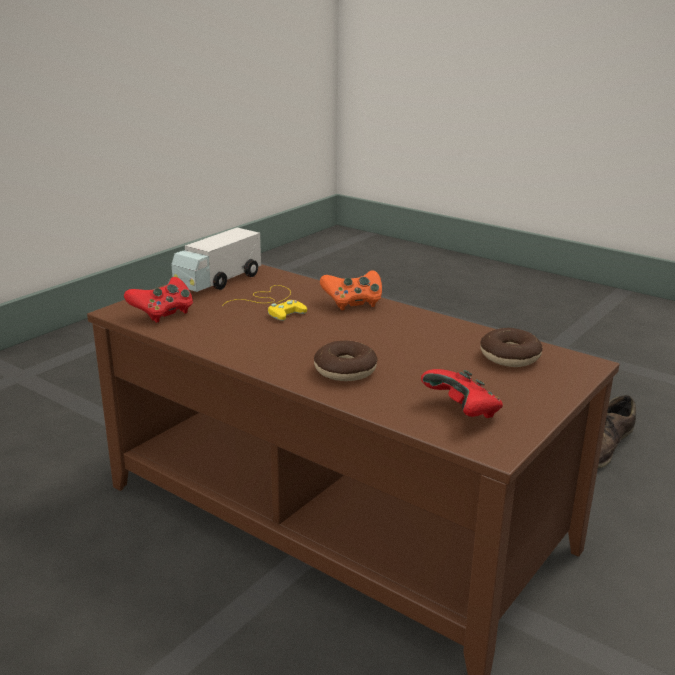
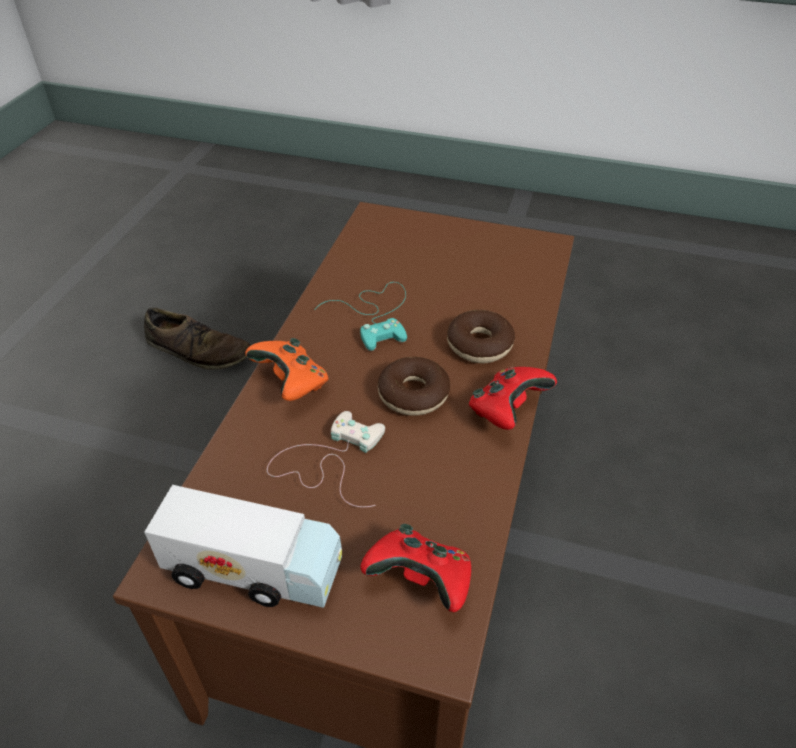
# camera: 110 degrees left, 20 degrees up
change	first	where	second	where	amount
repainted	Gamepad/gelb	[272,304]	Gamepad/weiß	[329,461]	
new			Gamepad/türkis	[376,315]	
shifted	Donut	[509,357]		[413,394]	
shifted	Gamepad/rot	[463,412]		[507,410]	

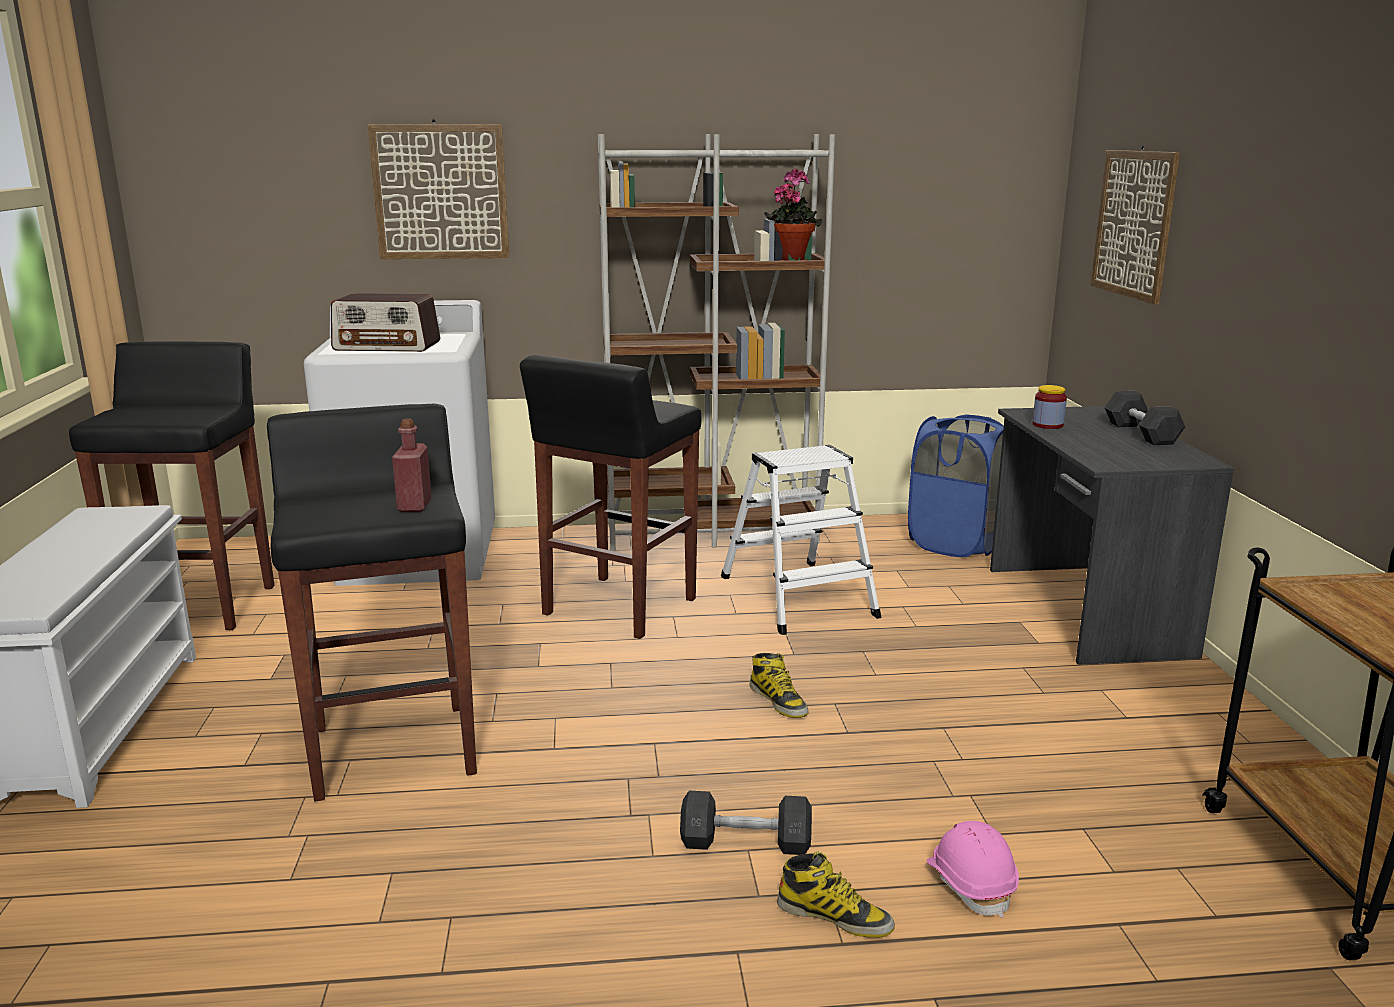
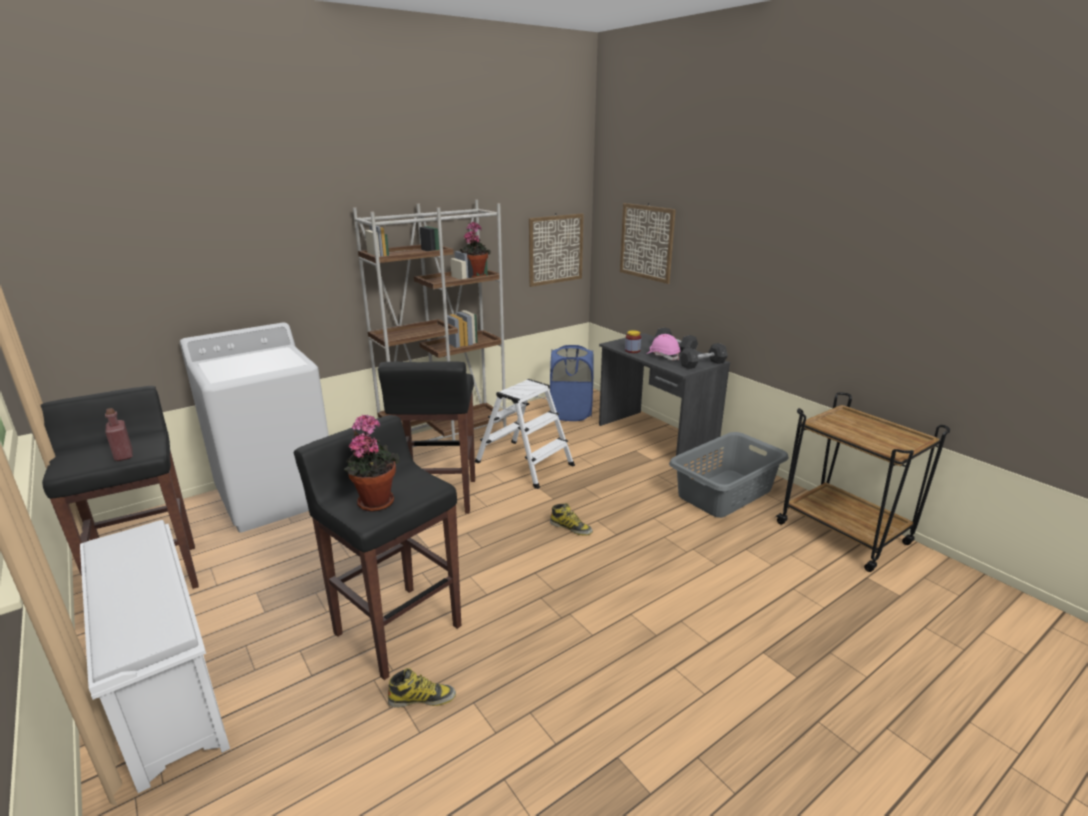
# camera: 30 degrees left, 5 degrees up
change	first	where	second	where	amount
shifted	Flasche/rot	[414,506]		[124,455]	
new			Topfpflanze	[375,501]	
shifted	Stiefel	[835,916]		[422,698]	
shifted	Bild	[440,189]		[555,248]	
shifted	Schutzhelm/rosa	[970,884]		[662,356]	
new			Wäschekorb/grau	[725,493]	
shifted	Hantel/grau	[745,843]		[702,364]	
gone	Radio	[387,346]			

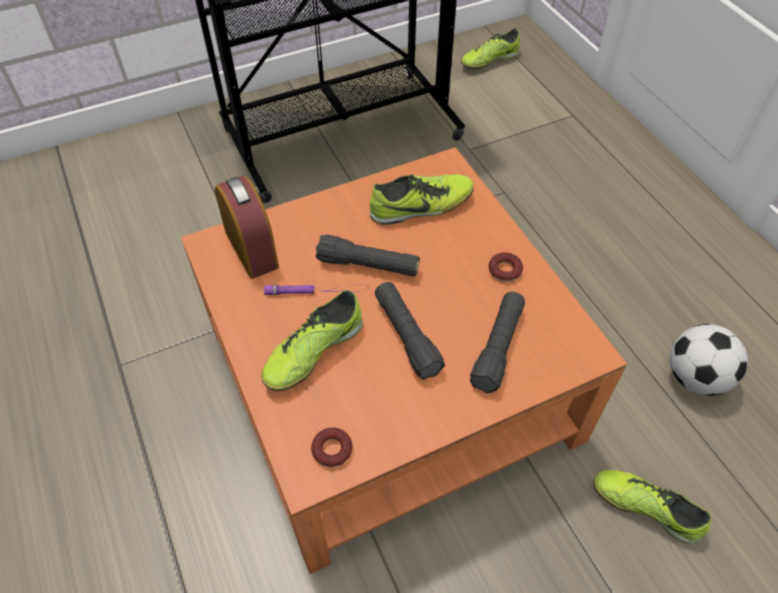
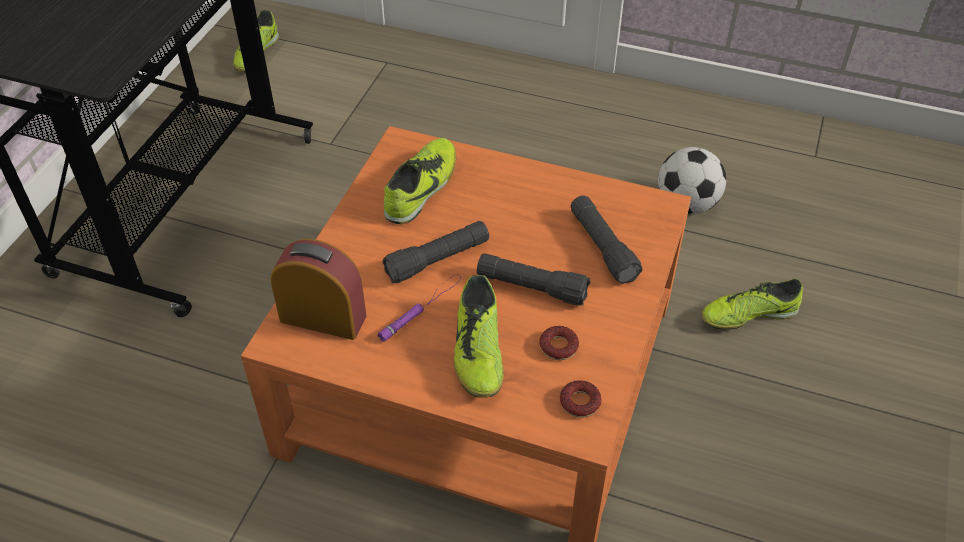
# camera: 45 degrees left, 5 degrees down
change	first	where	second	where	amount
shifted	Donut	[504,270]		[558,346]	

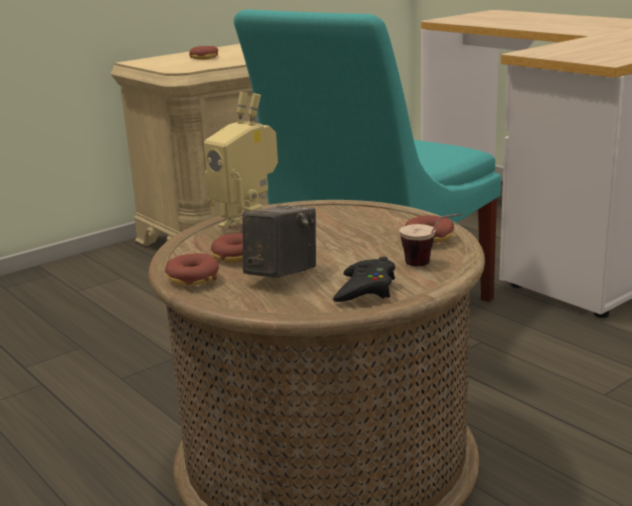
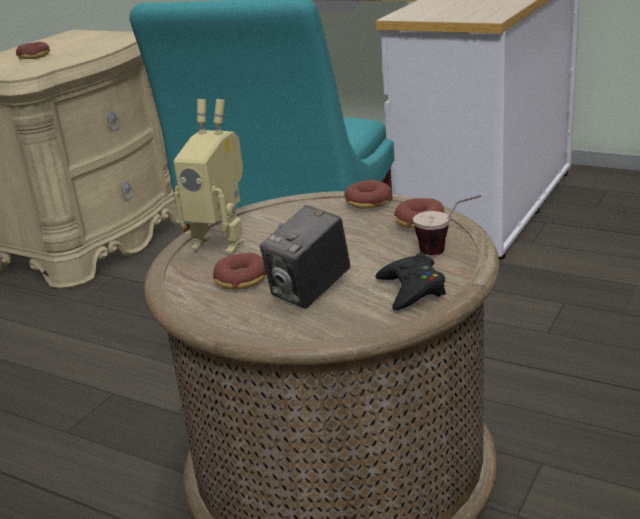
# camera: 20 degrees left, 5 degrees up
change	first	where	second	where	amount
rotated	Kamera	[281,275]		[310,292]	150 degrees counterclockwise
shifted	Donut	[193,278]		[368,202]	

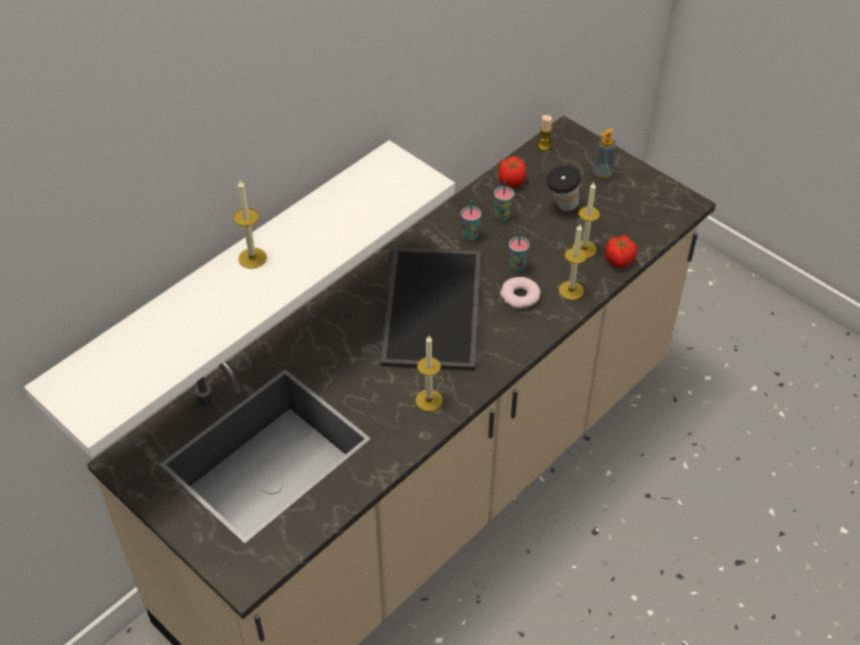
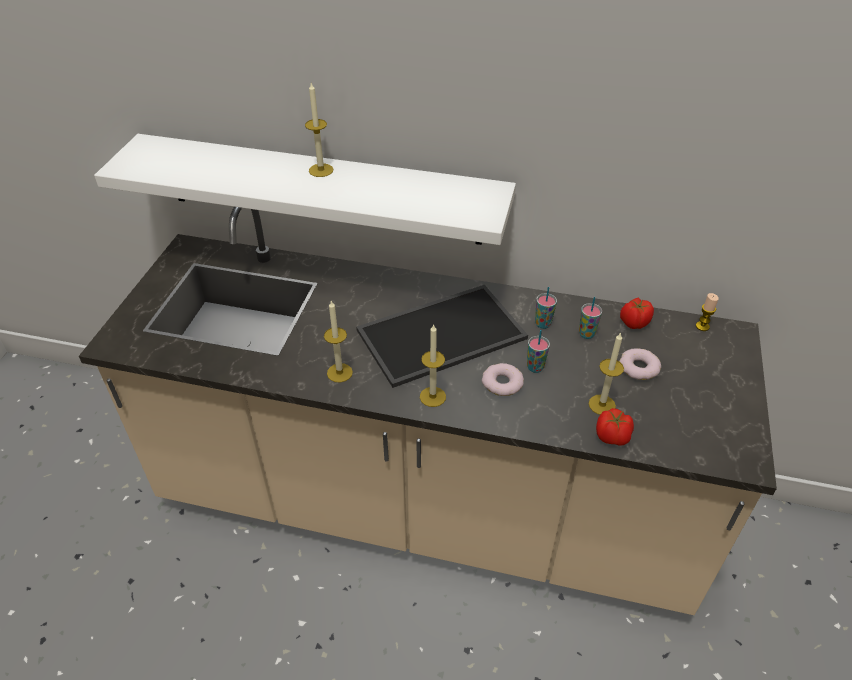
# camera: 60 degrees right, 5 degrees down
change	first	where	second	where	amount
shifted	Kerze	[571,290]		[432,396]	
swapped	Tasse	[561,207]	Donut	[639,367]	
gone	Seifenspender	[602,173]			

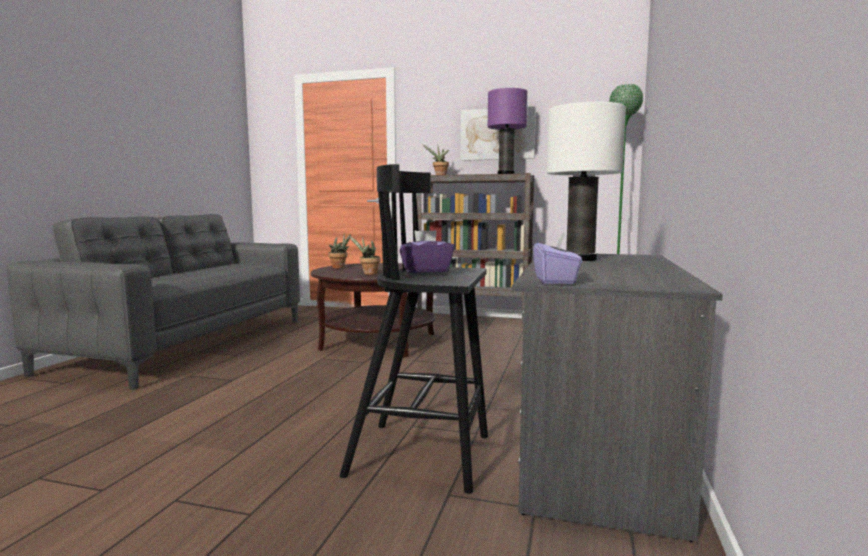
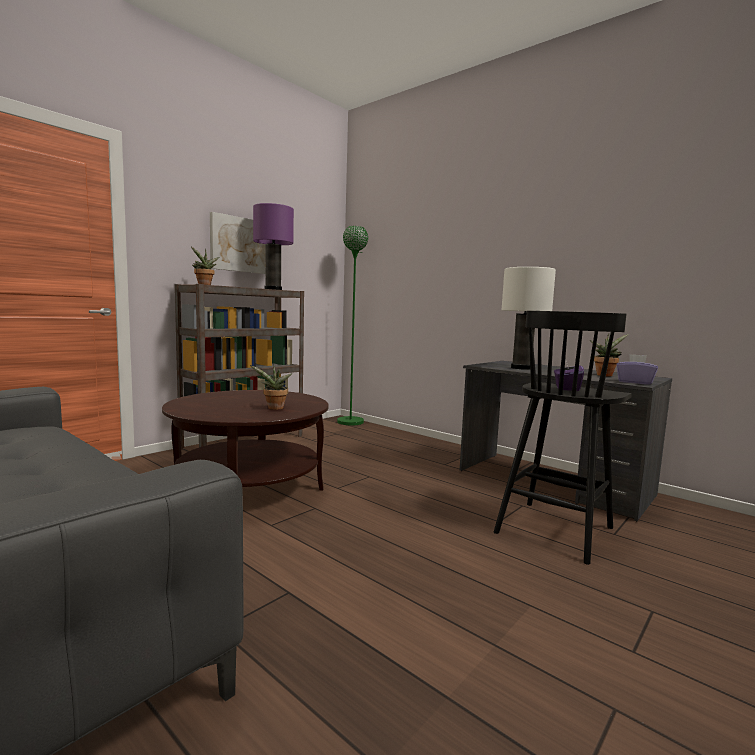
# camera: 65 degrees left, 0 degrees up
change	first	where	second	where	amount
shifted	Topfpflanze	[340,267]		[605,375]	

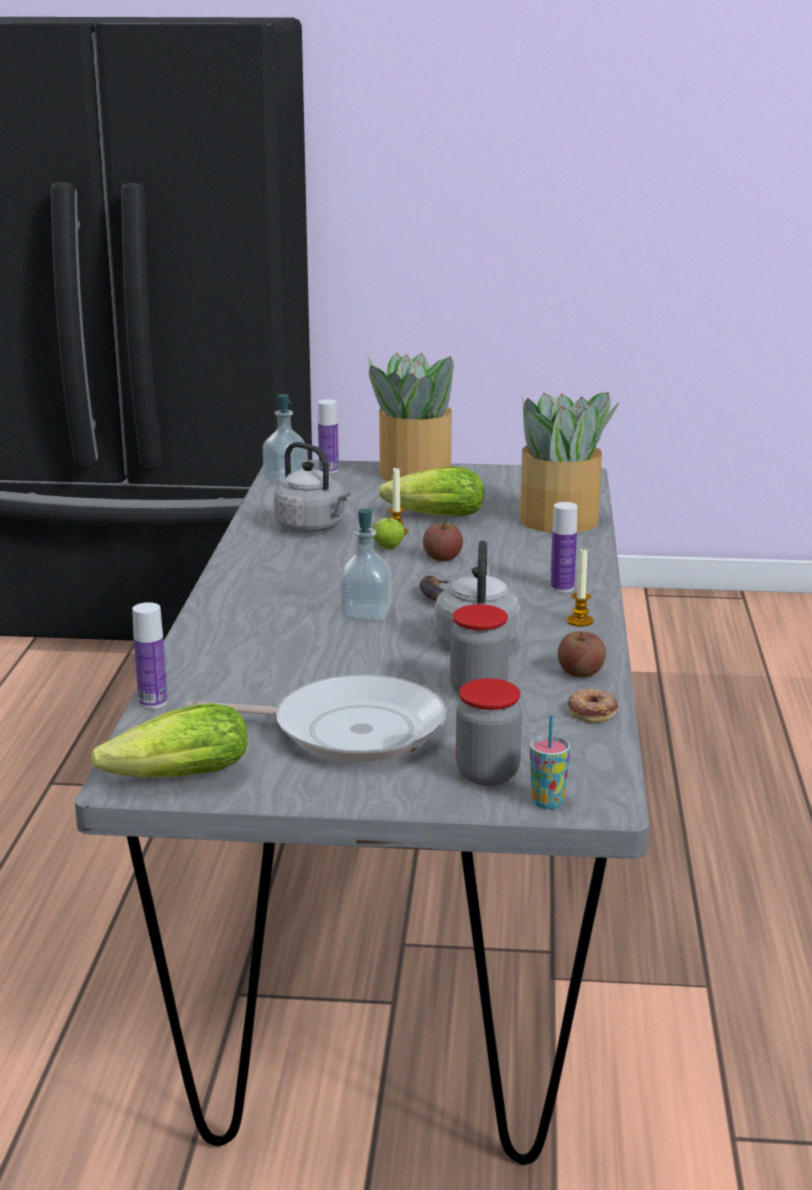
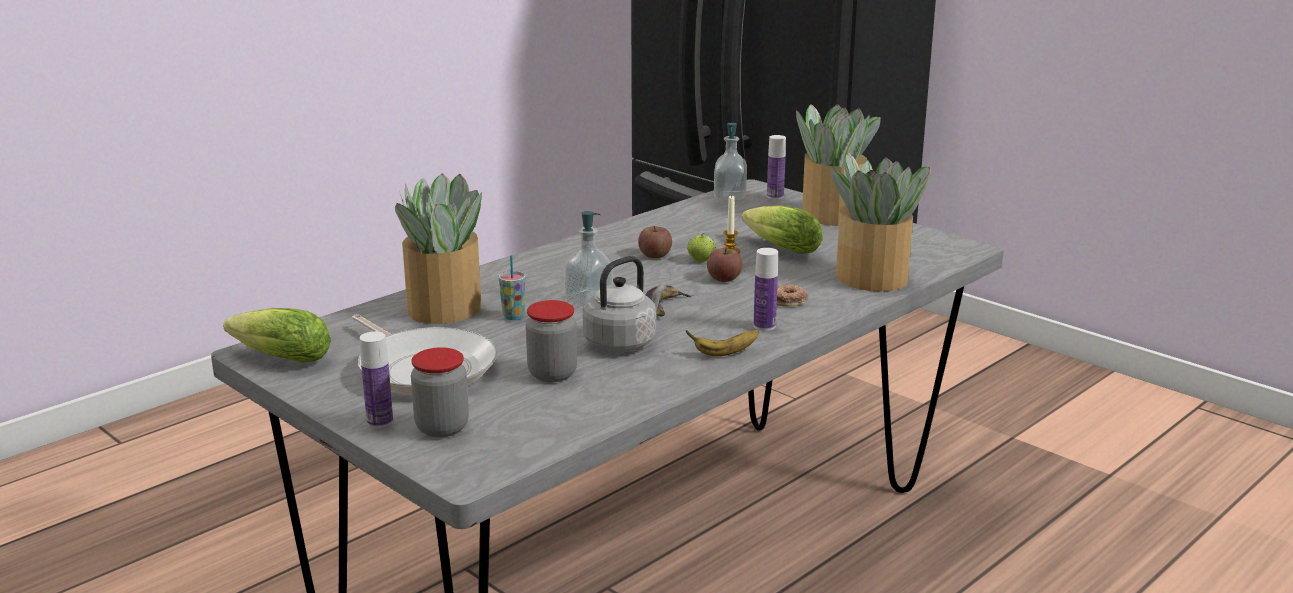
# camera: 40 degrees right, 0 degrees up
change	first	where	second	where	amount
shifted	Flasche	[153,702]		[380,422]	
new			Topfpflanze	[442,309]	
shifted	Tasse	[547,802]		[513,316]	
shifted	Apfel	[580,672]		[655,255]	
swapped	Kerze	[580,621]	Banane	[724,353]	
shifted	Donut	[592,711]		[789,300]	
gone	Wasserkessel/grau	[313,527]			

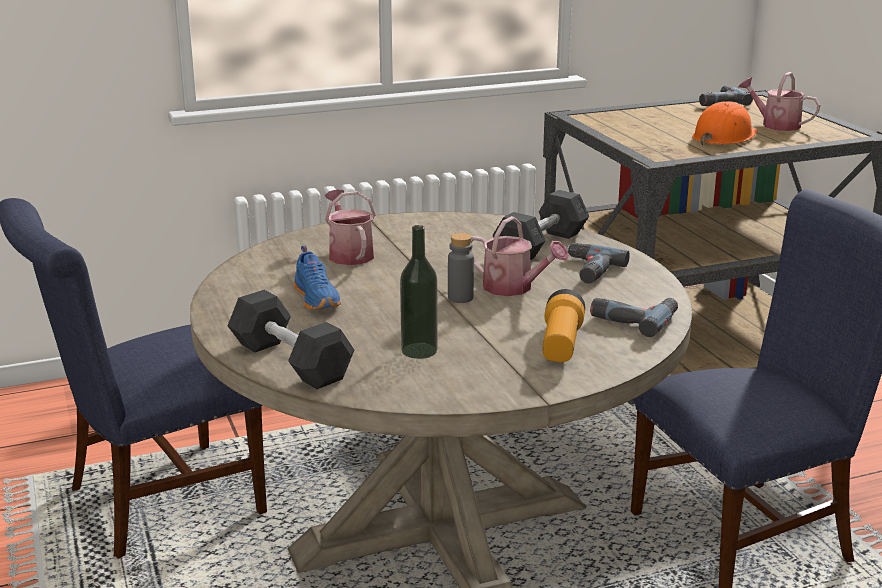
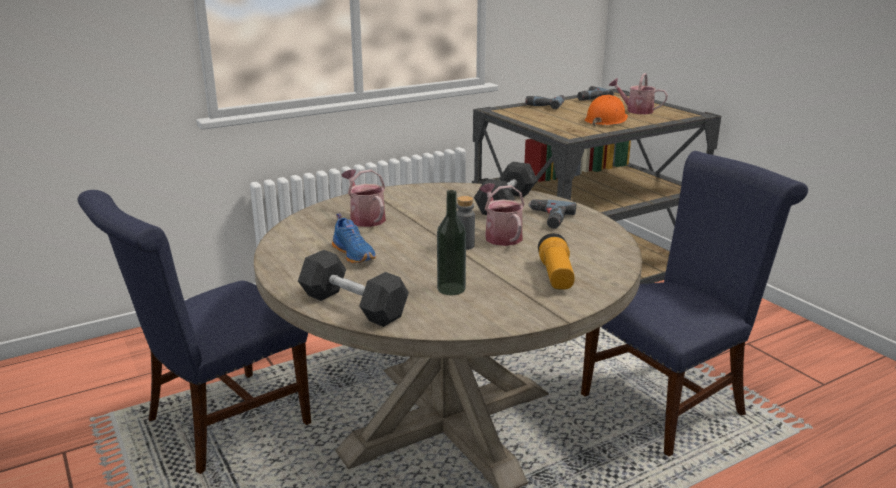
# camera: 10 degrees left, 0 degrees up
change	first	where	second	where	amount
rotated	Gießkanne	[513,288]		[501,236]	135 degrees counterclockwise
shifted	Bohrmaschine	[633,318]		[545,105]	

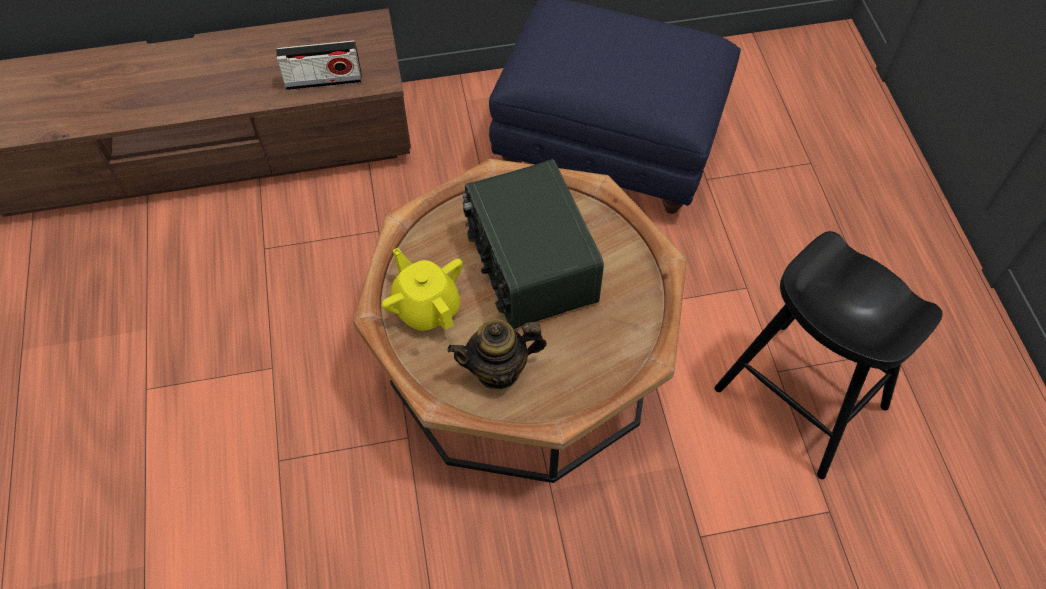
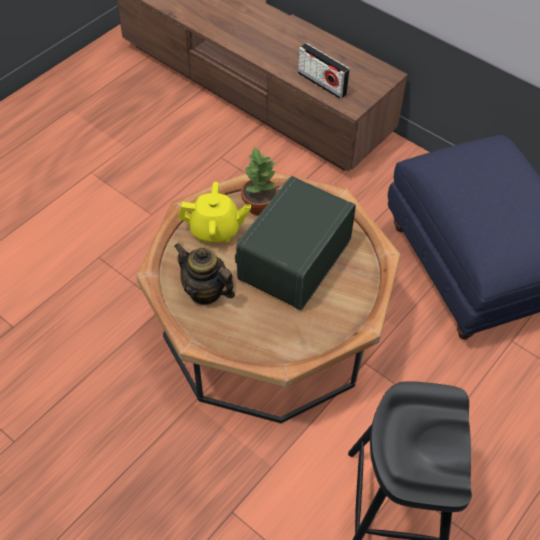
# camera: 50 degrees right, 5 degrees down
change	first	where	second	where	amount
rotated	Teekanne/gelb	[426,307]		[215,230]	75 degrees clockwise
new			Topfpflanze	[258,205]	

